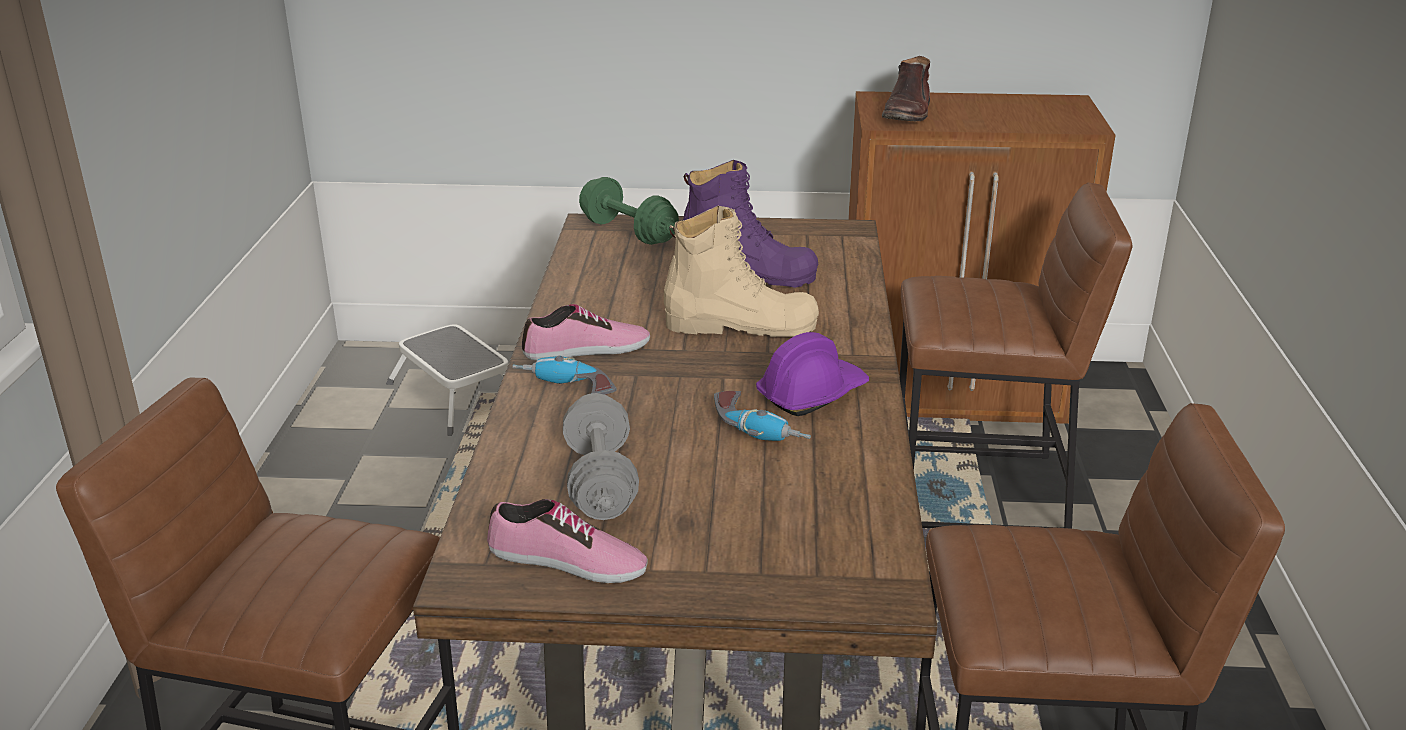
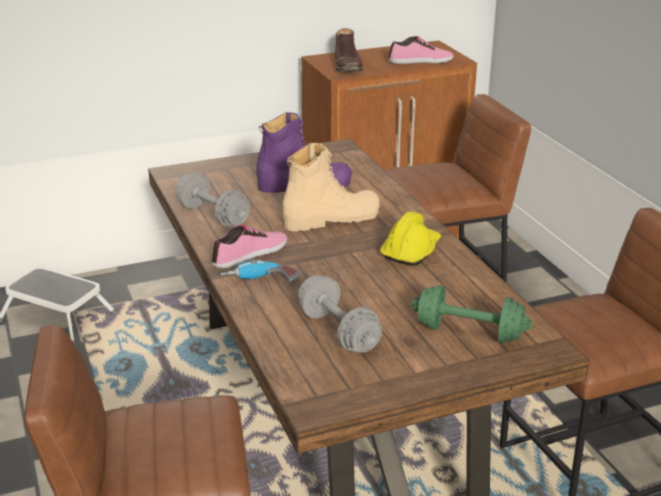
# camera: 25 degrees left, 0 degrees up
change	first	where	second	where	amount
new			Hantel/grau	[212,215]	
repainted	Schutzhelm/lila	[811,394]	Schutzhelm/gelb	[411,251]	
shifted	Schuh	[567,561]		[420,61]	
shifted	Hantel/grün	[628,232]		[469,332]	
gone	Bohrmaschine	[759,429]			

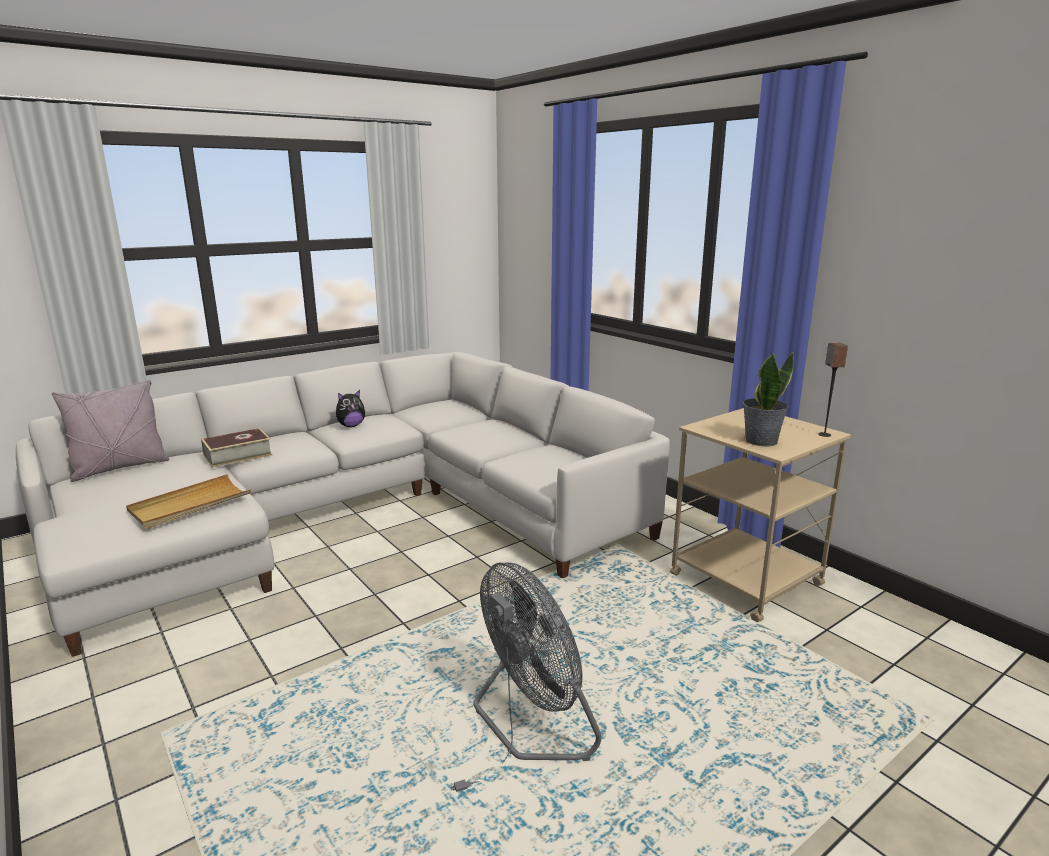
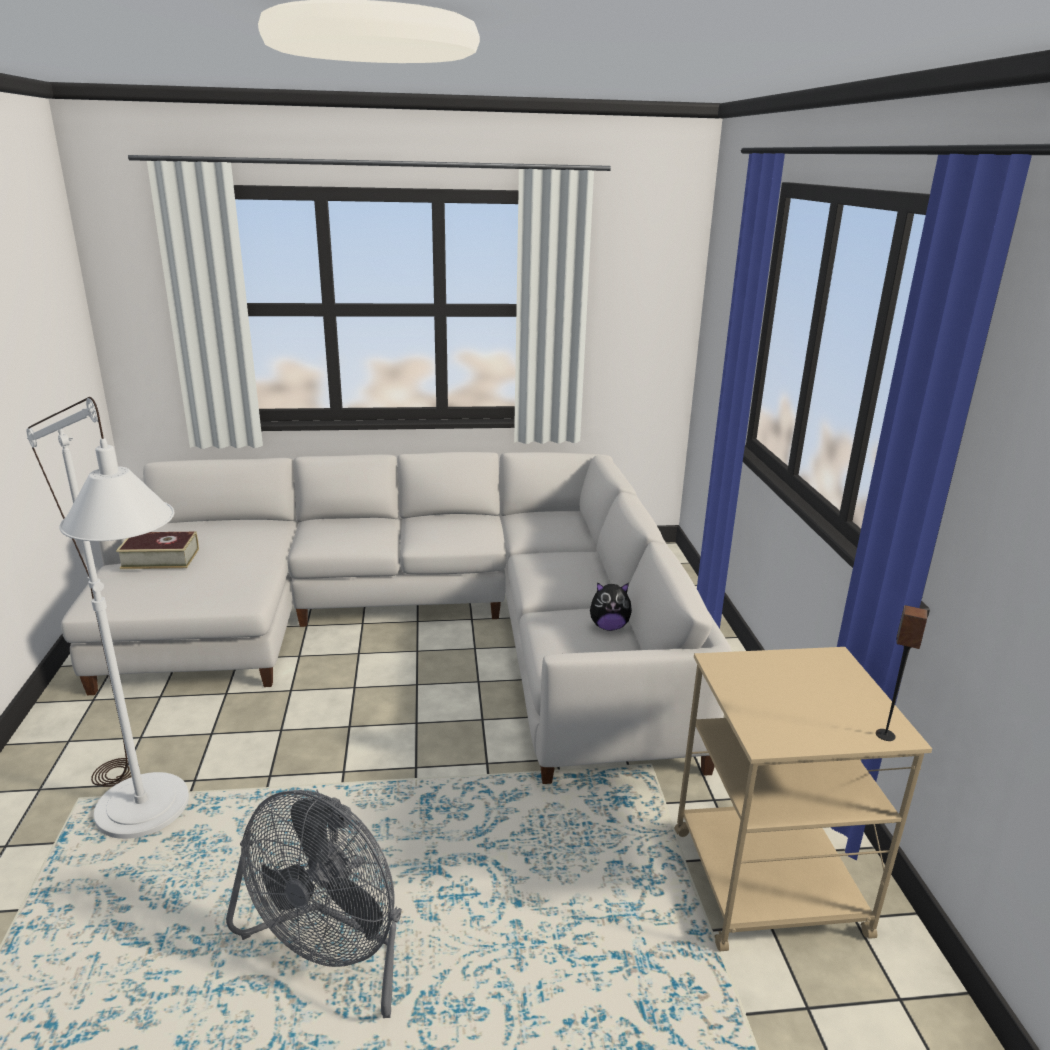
# camera: 30 degrees right, 5 degrees up
change	first	where	second	where	amount
new			Stehlampe/weiß	[153,821]	
shifted	Buch	[238,455]		[160,558]	
rotated	Ventilator/grau	[517,727]		[332,943]	120 degrees clockwise
shifted	Plüschtier	[351,426]		[609,627]	
gone	Kissen/lila	[120,468]			
gone	Tablett/beige	[190,505]			
gone	Topfpflanze	[760,441]			

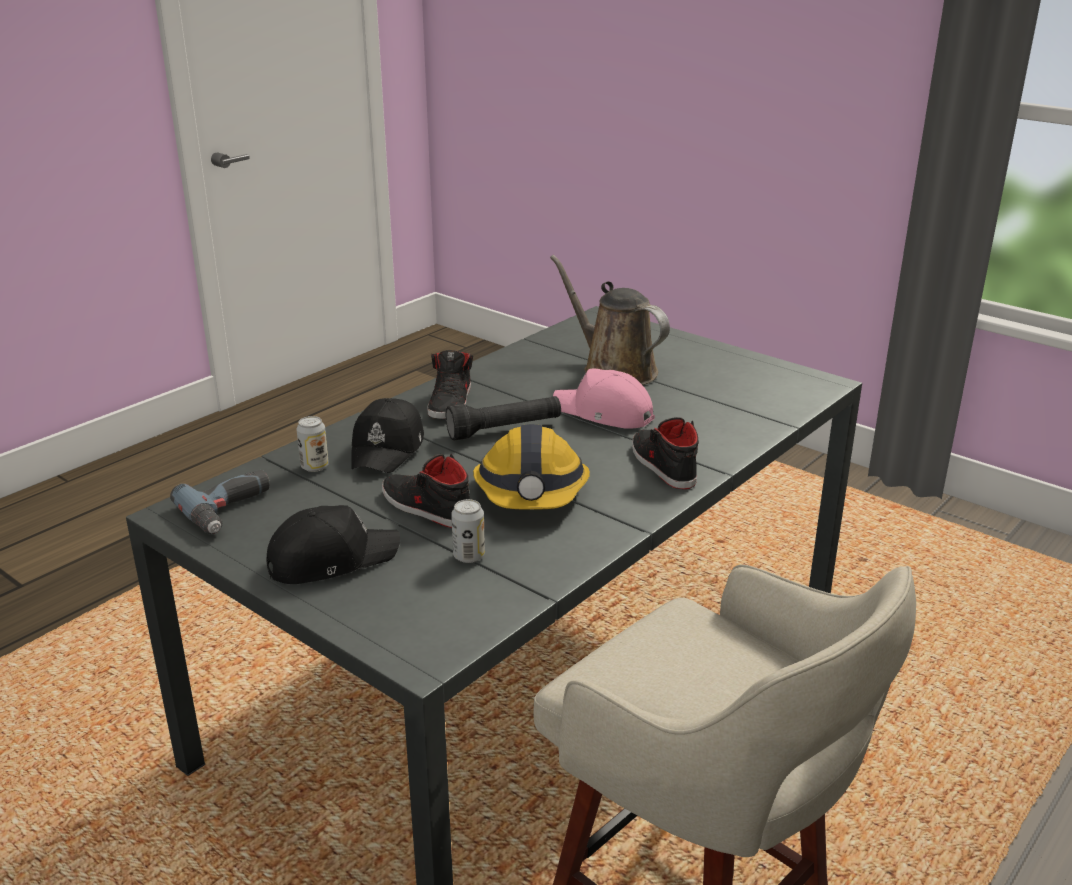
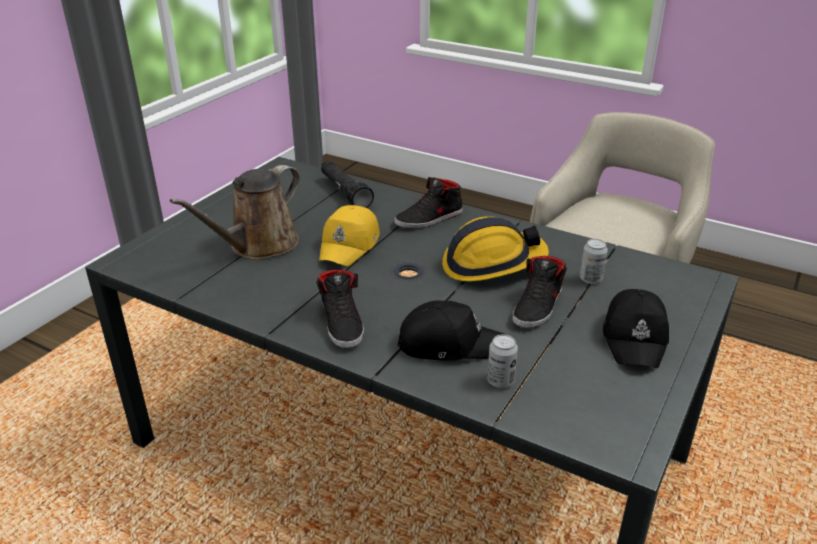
# camera: 100 degrees left, 5 degrees up
change	first	where	second	where	amount
rotated	Schuh/schwarz	[451,402]		[342,323]	75 degrees clockwise
repainted	Kappe/rosa	[603,413]	Kappe/gelb	[350,245]	
shifted	Taschenlampe/schwarz	[504,430]		[345,193]	
rotated	Kappe/schwarz	[331,559]		[635,338]	135 degrees counterclockwise
gone	Bohrmaschine	[231,510]			

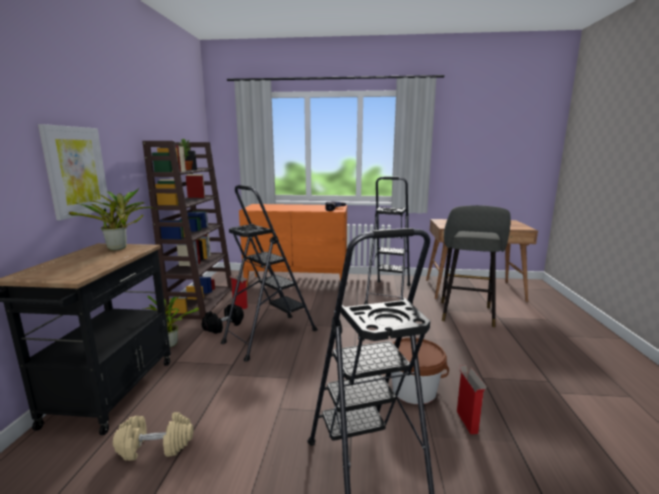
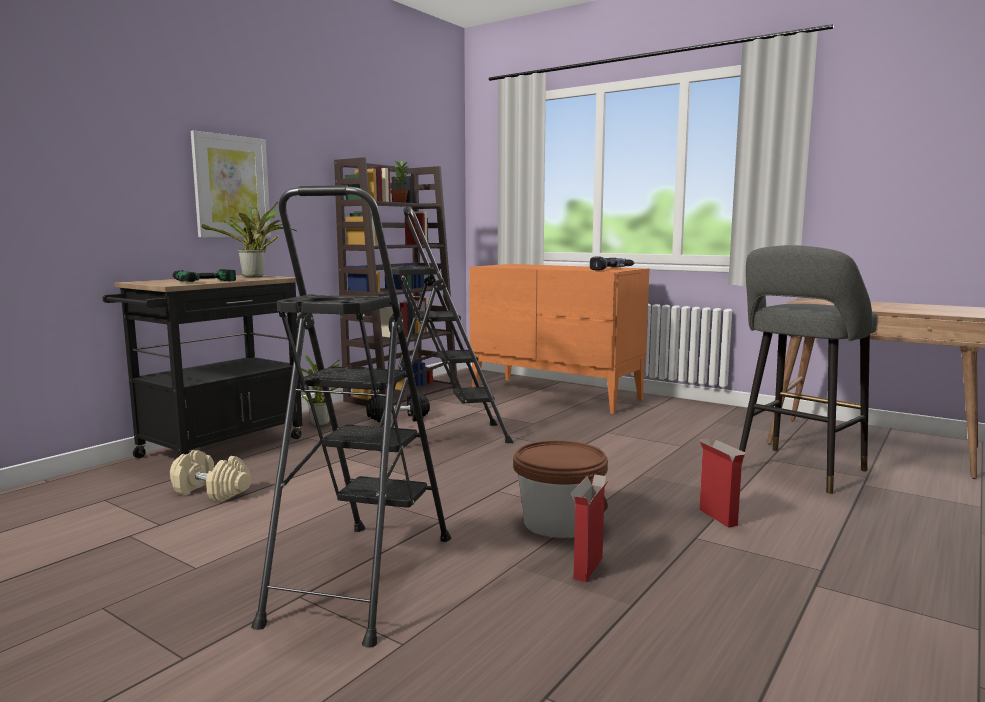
# camera: 30 degrees right, 5 degrees down
change	first	where	second	where	amount
new			Bohrmaschine	[200,280]	
shifted	Karton	[239,305]		[717,517]	
gone	Trittleiter	[388,294]			

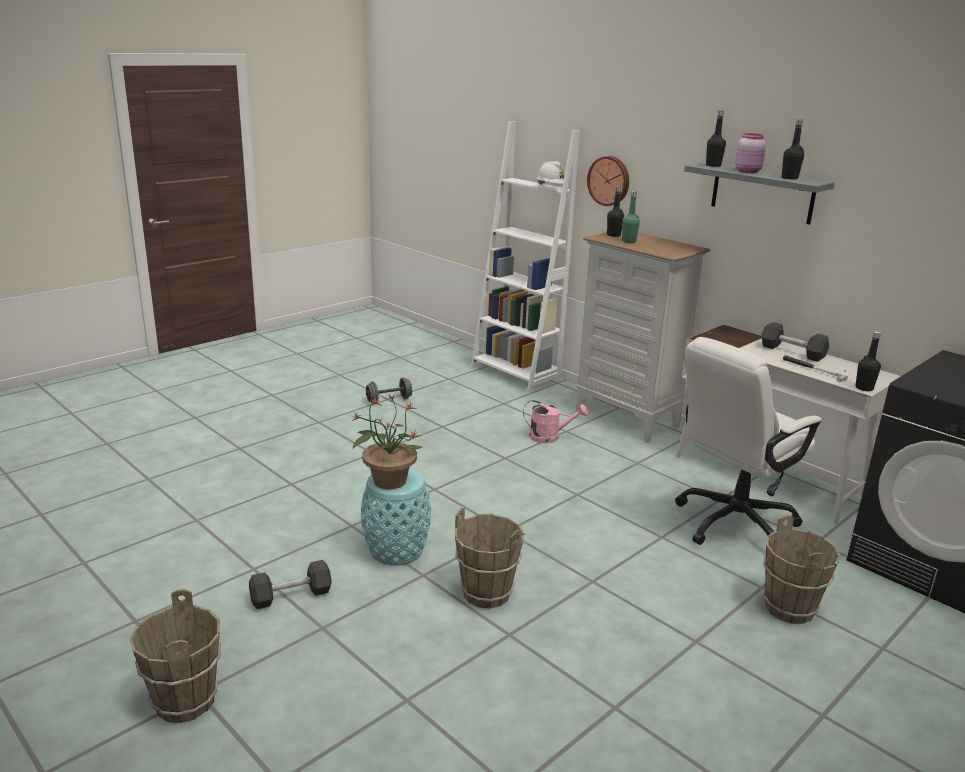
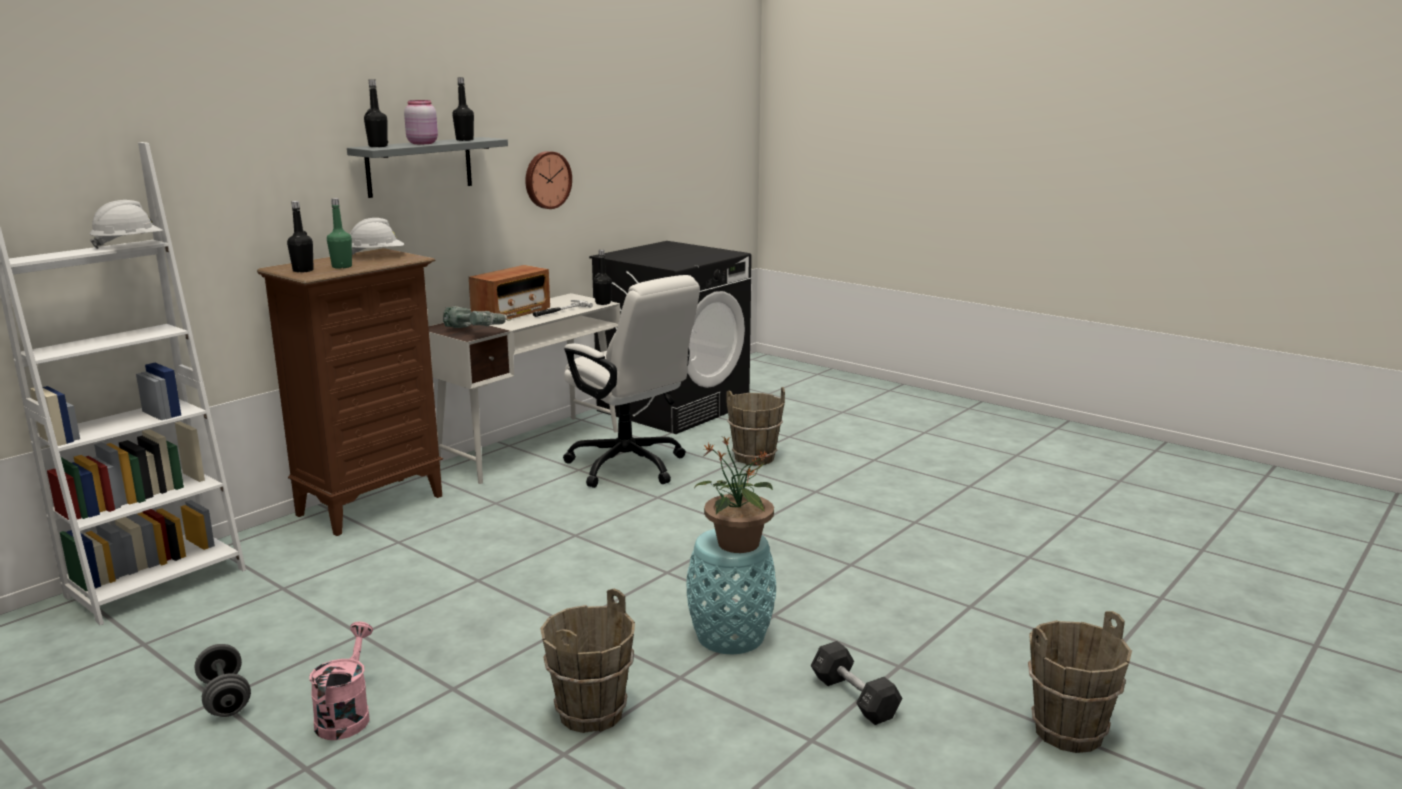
# camera: 95 degrees left, 5 degrees down
change	first	where	second	where	amount
repainted	Kommode/weiß	[627,420]	Kommode/braun	[374,505]	
shifted	Gießkanne/rosa	[550,437]		[346,715]	
new			Schutzhelm/weiß	[376,255]	
new			Bohrmaschine	[477,331]	
swapped	Hantel/schwarz	[792,352]	Radio	[511,313]	
shifted	Wanduhr	[609,181]		[546,180]	
shifted	Eimer/braun	[487,593]		[590,713]	

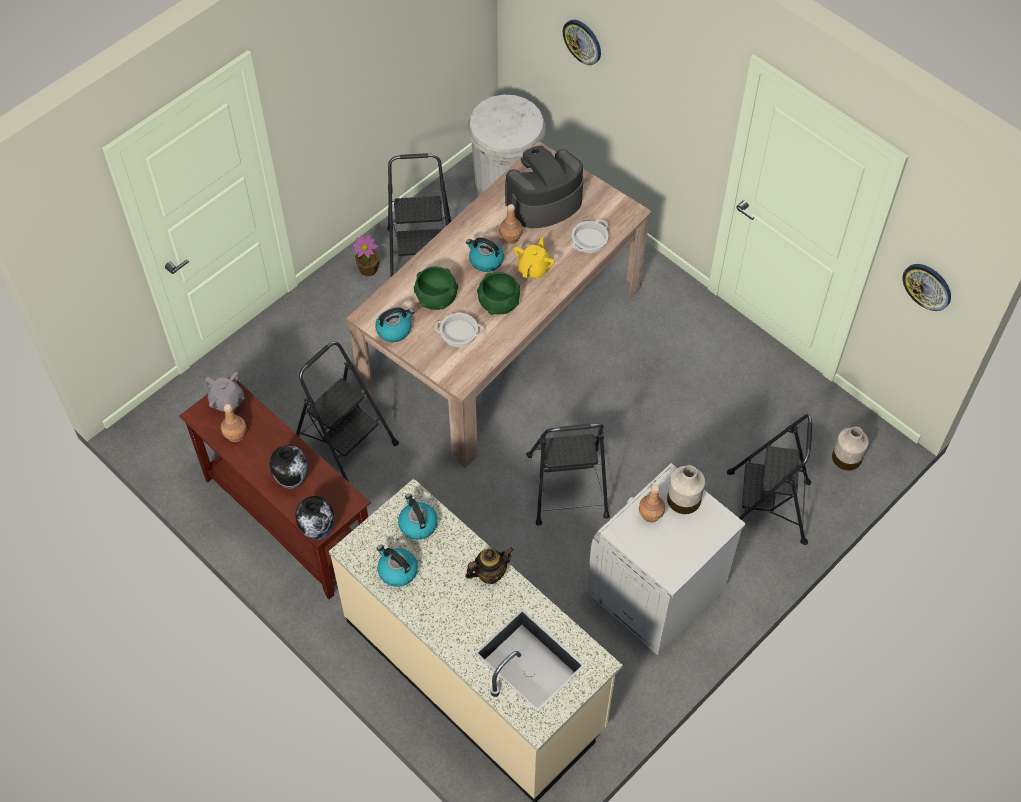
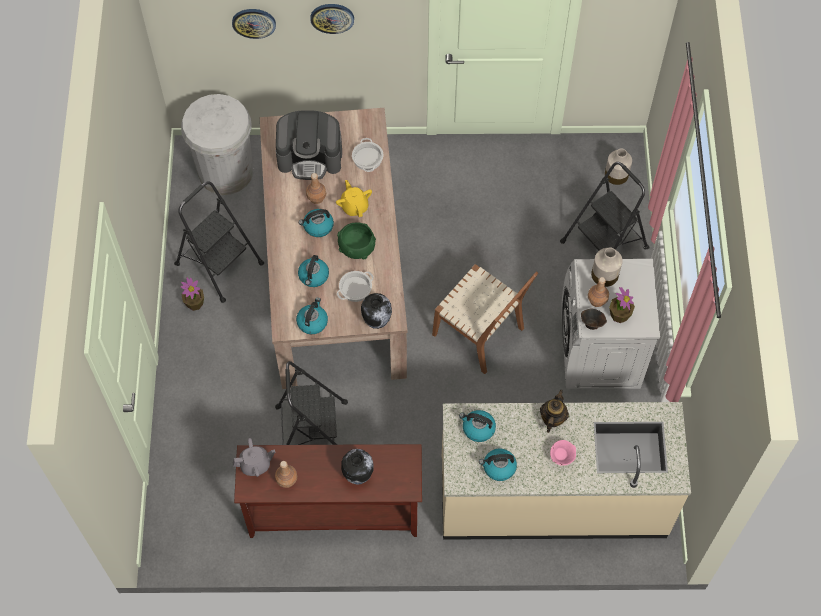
# camera: 45 degrees left, 5 degrees up
change	first	where	second	where	amount
rotated	Kaffeemaschine	[543,202]		[310,156]	105 degrees counterclockwise
swapped	Schüssel/grün	[436,296]	Wasserkessel	[313,276]	
shifted	Wanduhr	[927,286]		[332,17]	
shifted	Vase	[318,531]		[377,321]	
swapped	Trittleiter/schwarz	[567,487]	Stuhl	[480,335]	
new			Schüssel/rosa	[562,456]	
new			Schüssel/braun	[591,323]	
new			Topfpflanze	[619,315]	

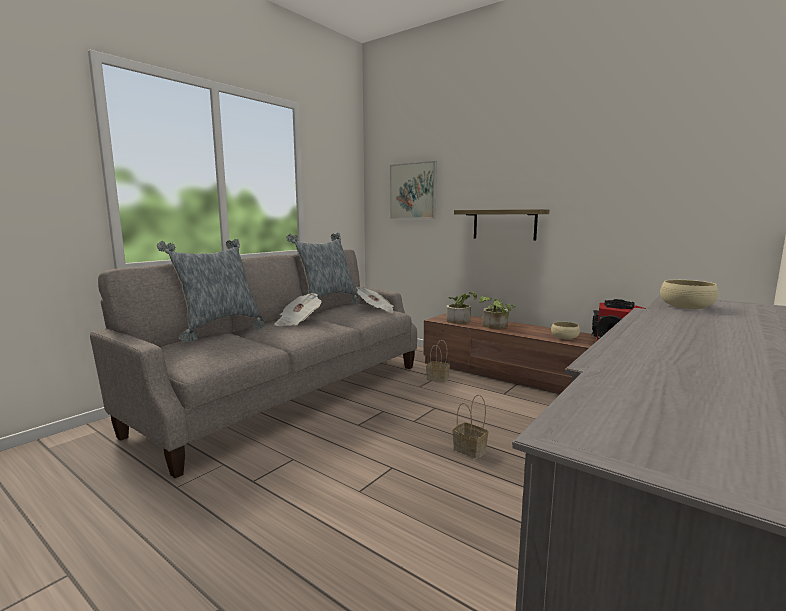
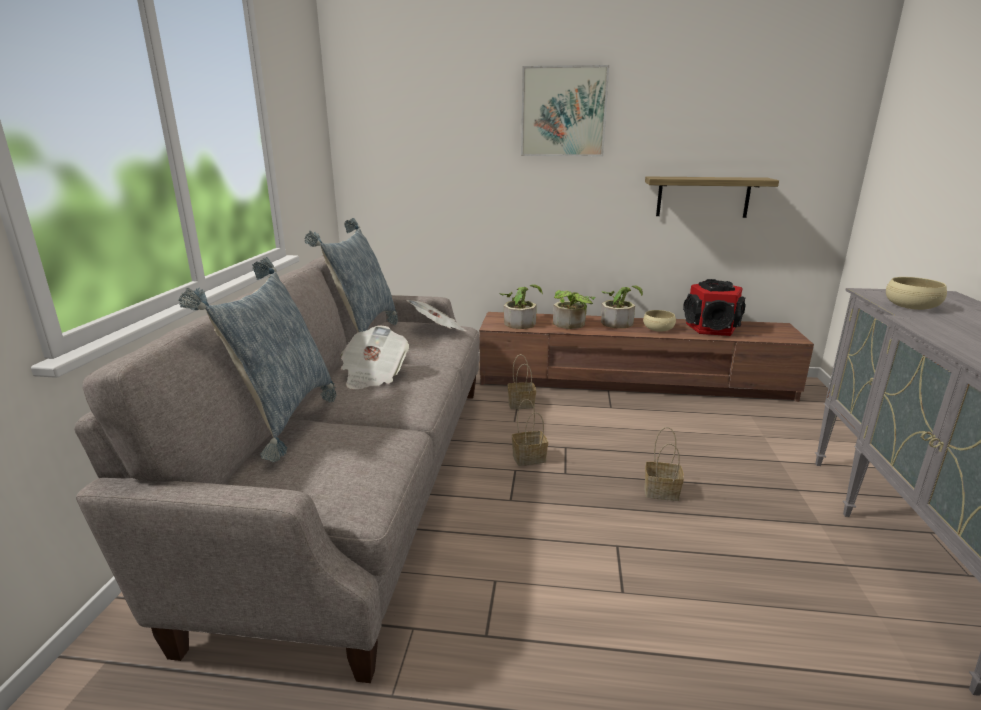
# camera: 30 degrees left, 10 degrees up
change	first	where	second	where	amount
new			Korb	[530,457]	
shifted	Bild	[413,191]		[563,112]	
new			Topfpflanze	[618,322]	
shifted	Wandregal	[504,224]		[703,197]	

